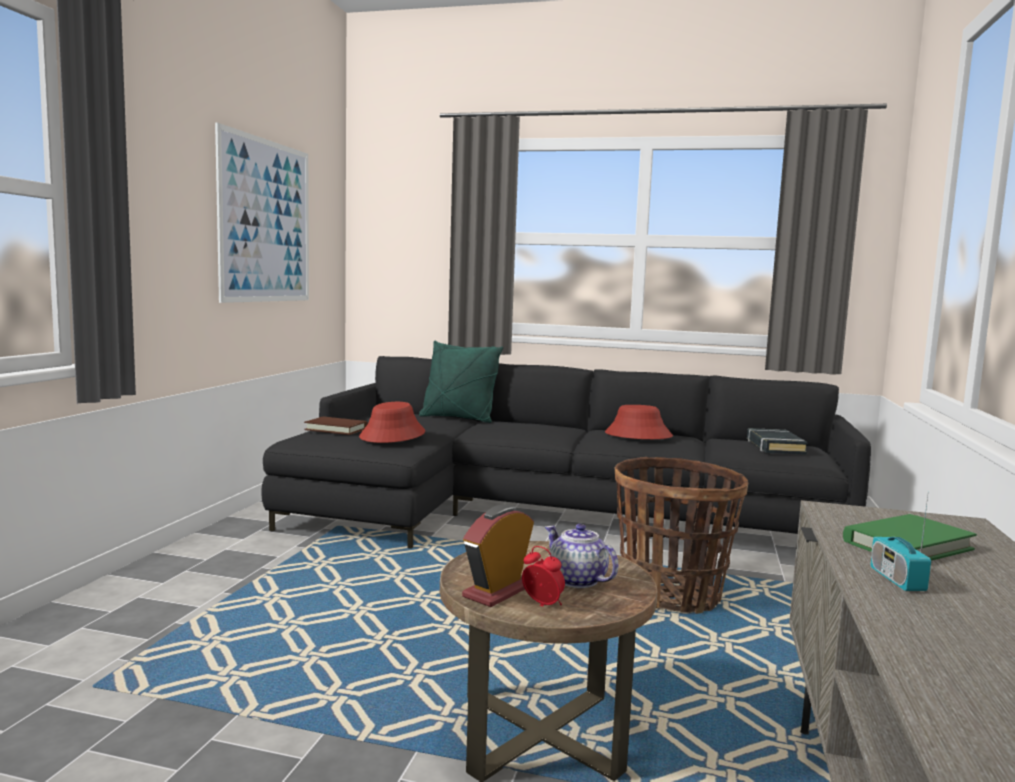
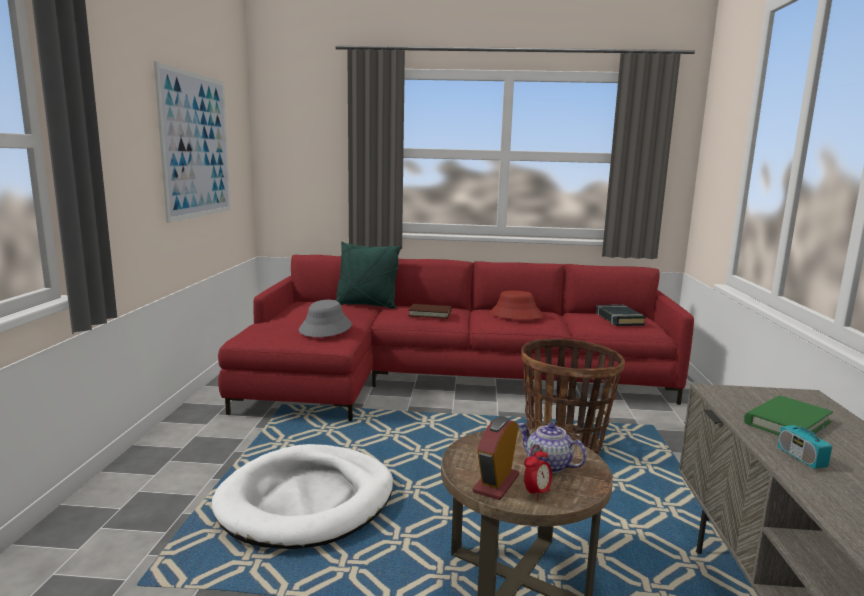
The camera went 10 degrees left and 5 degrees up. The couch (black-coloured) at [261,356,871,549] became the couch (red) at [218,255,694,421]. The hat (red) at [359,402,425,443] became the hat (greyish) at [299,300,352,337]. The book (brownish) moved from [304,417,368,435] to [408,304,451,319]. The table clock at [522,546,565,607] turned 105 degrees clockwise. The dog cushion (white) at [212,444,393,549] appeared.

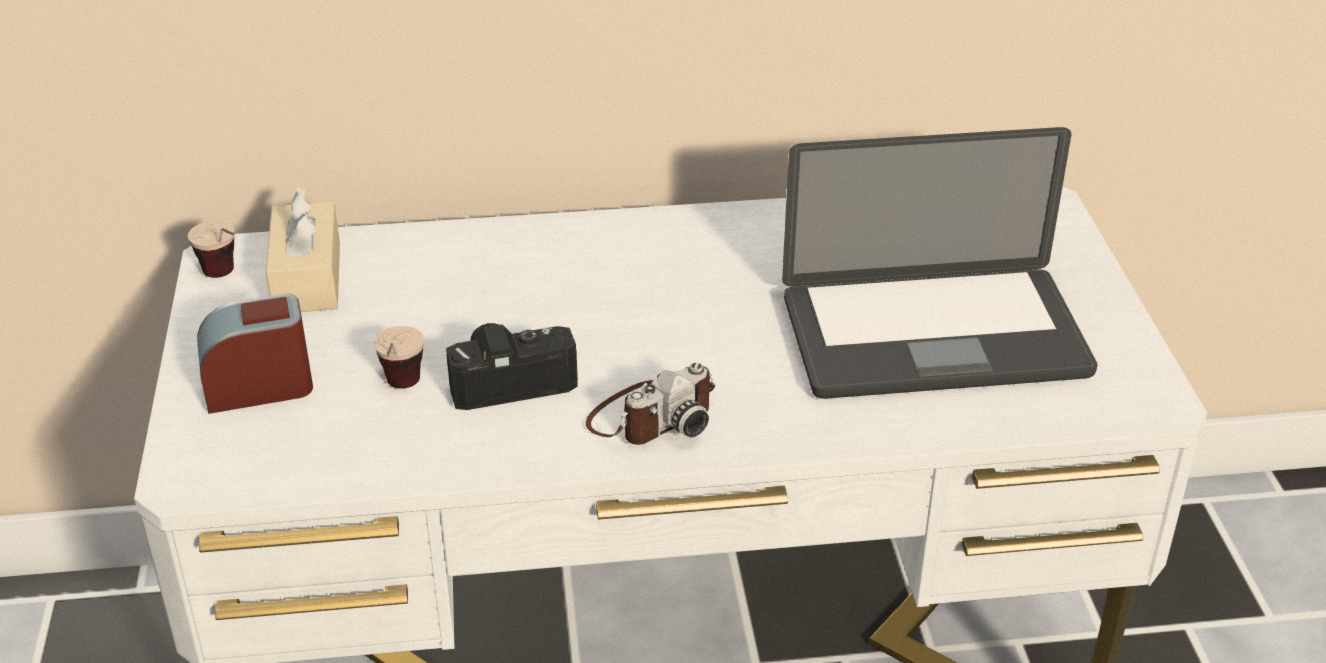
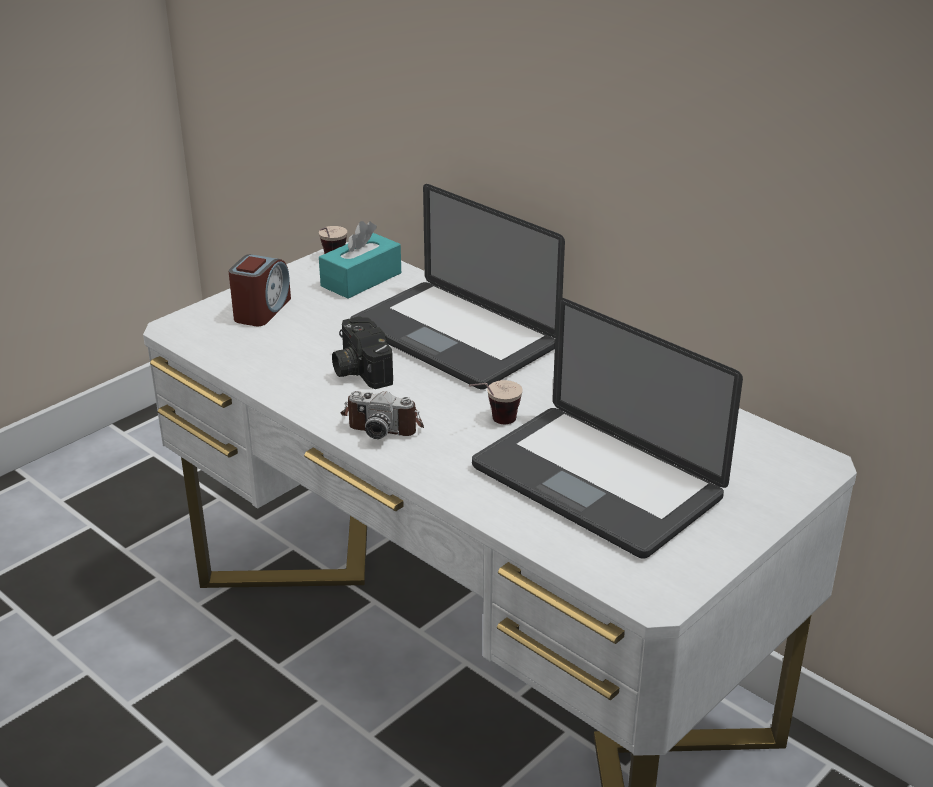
The camera went 50 degrees right and 5 degrees down. The tissue holder (beige) at [265,188,340,312] became the tissue holder (turquoise) at [319,221,401,299]. The table clock at [197,293,313,414] turned 75 degrees clockwise. The still camera at [446,323,578,410] turned 150 degrees counterclockwise. The small cup moved from [374,326,424,389] to [469,380,523,424]. The portable computer at [351,184,565,390] appeared.

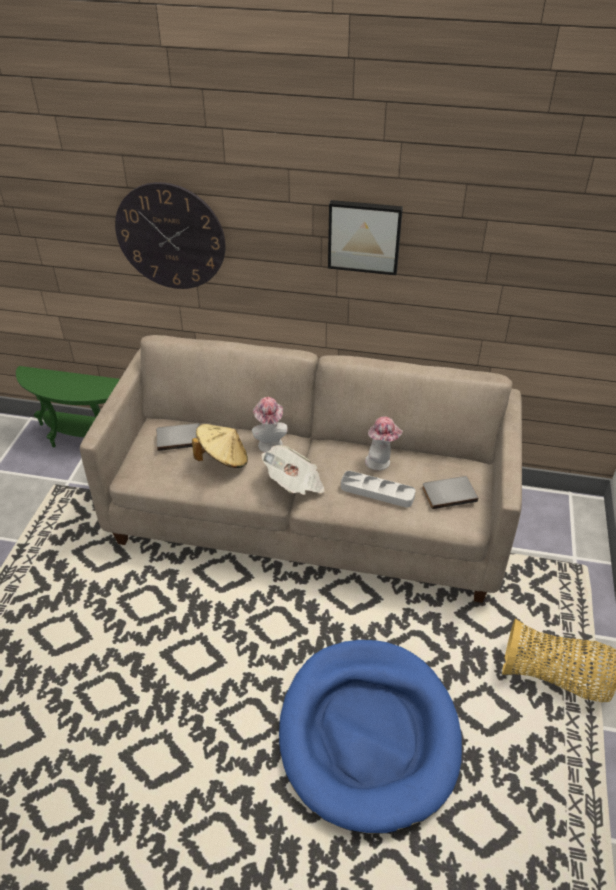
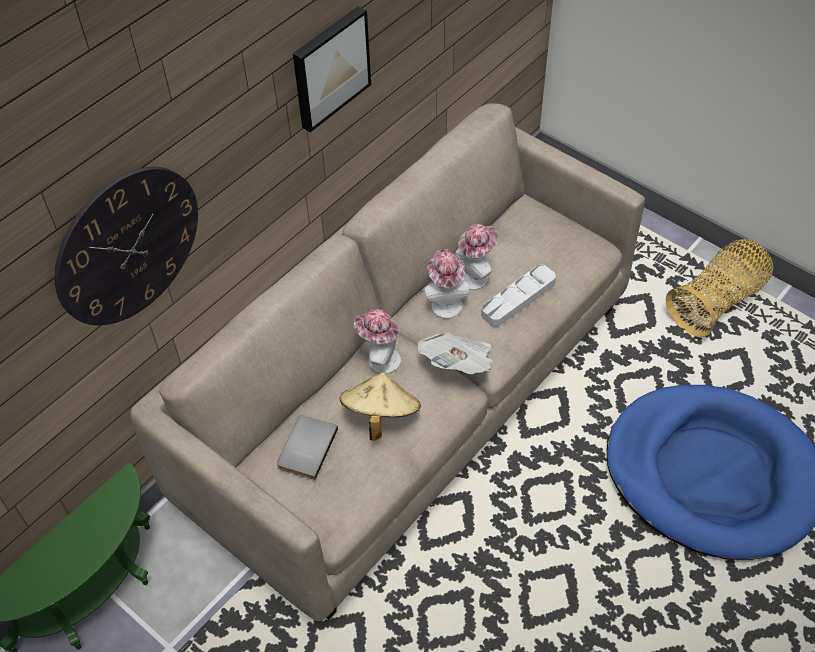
The camera went 60 degrees left and 10 degrees up. The book (greyish) at [422,476,478,509] disappeared. The hat at [424,249,470,319] appeared.

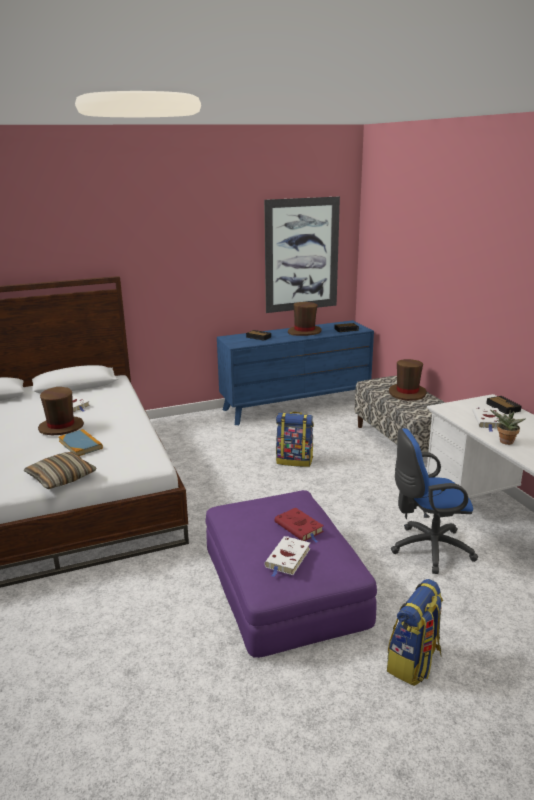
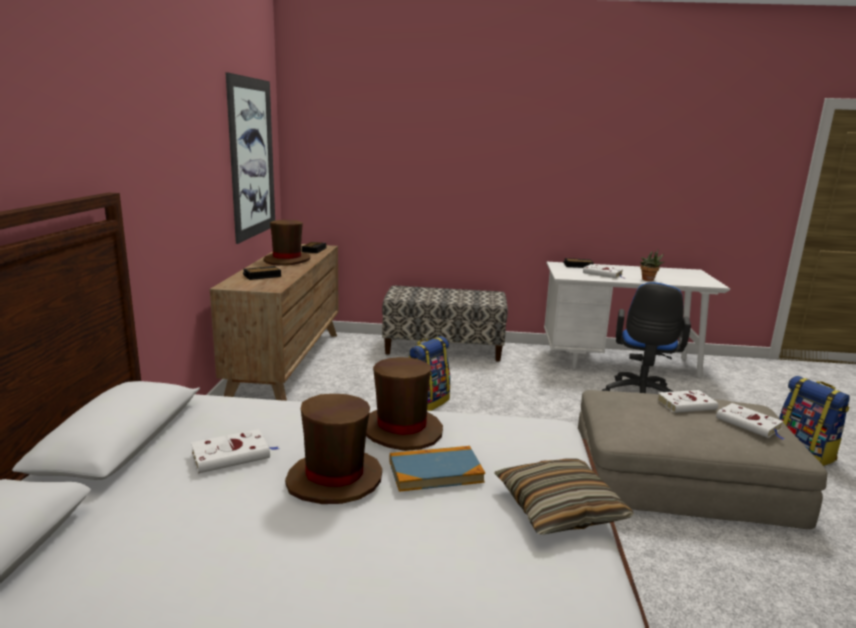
The camera went 65 degrees left and 5 degrees down. The chest of drawers (bluish) at [217,320,374,425] became the chest of drawers (brownish) at [210,244,339,401]. The hat (brownish) moved from [389,359,427,401] to [366,357,443,451]. The ottoman (purple) at [205,490,377,658] became the ottoman (beige) at [578,390,827,529]. The book (red) at [275,508,324,542] became the book (white) at [657,390,718,413].

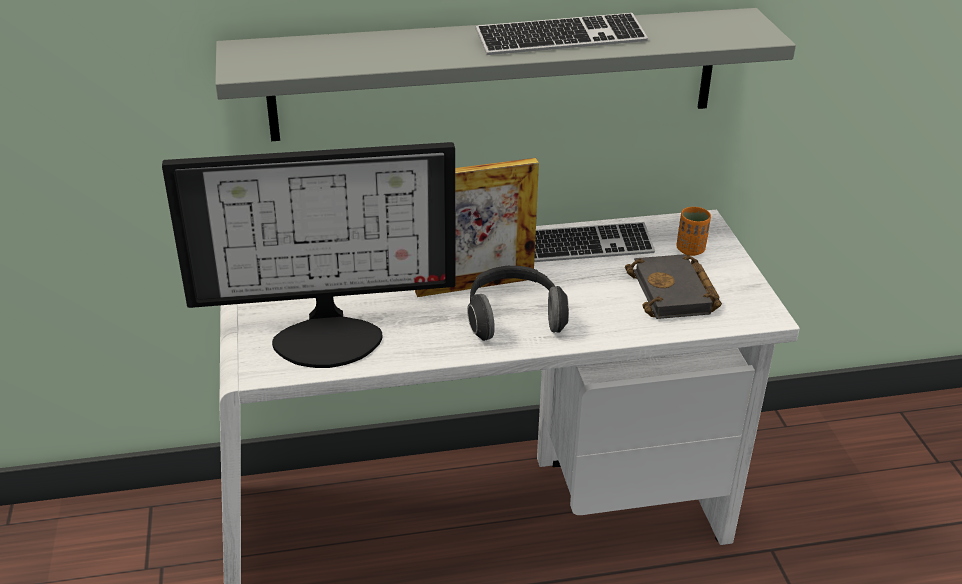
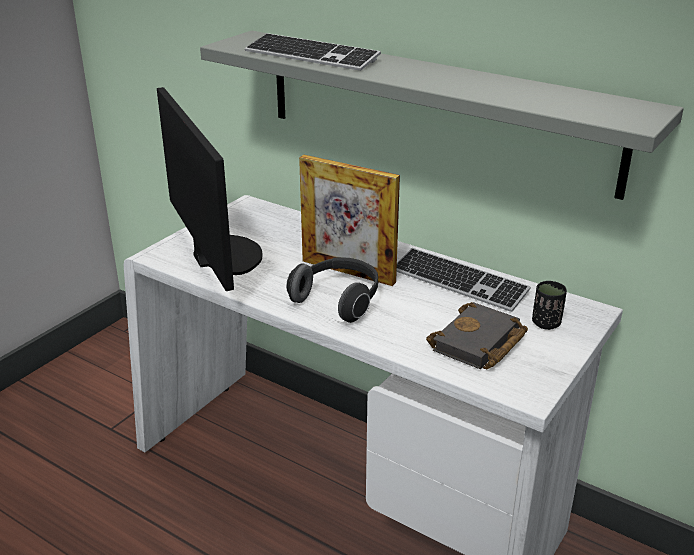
The camera went 45 degrees right and 5 degrees down. The keyboard moved from [476,13,648,55] to [245,33,381,71]. The monitor at [162,142,456,368] turned 150 degrees counterclockwise. The small cup (orange-coloured) at [676,207,711,256] became the small cup (black-coloured) at [532,281,567,330].

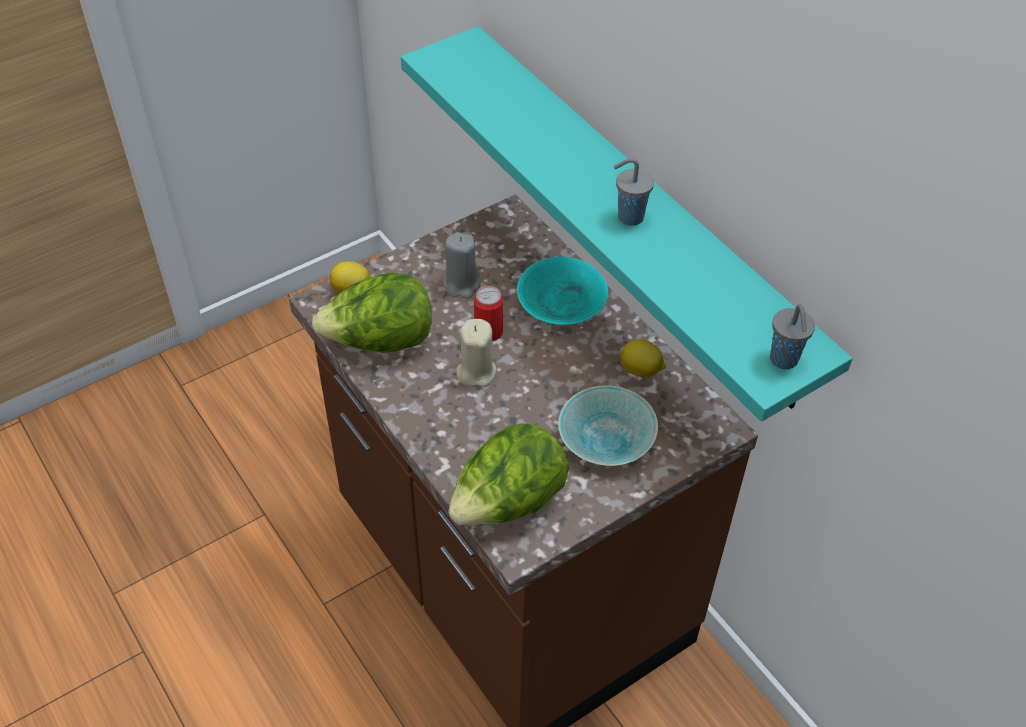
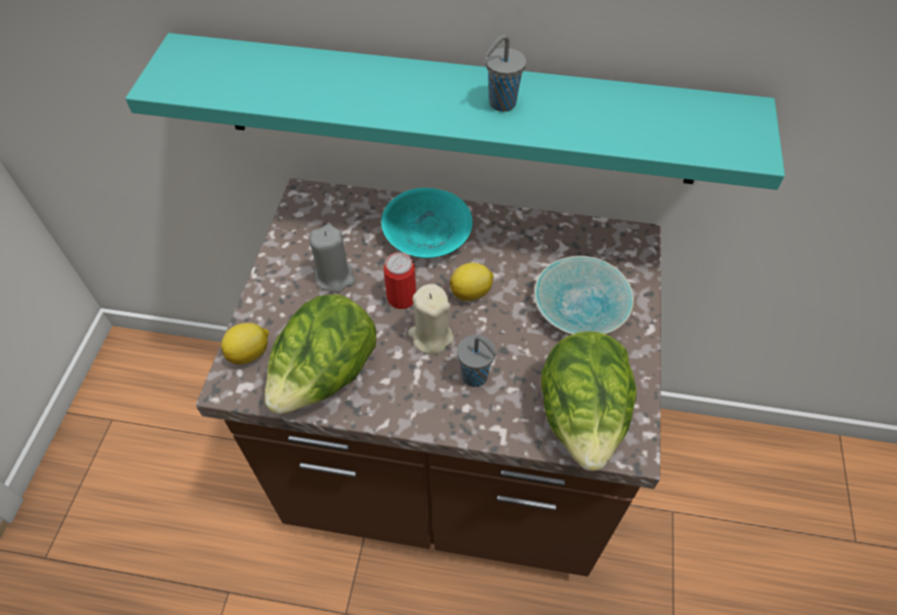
The camera went 45 degrees left and 5 degrees up. The small cup (greyish) moved from [770,304,815,369] to [457,335,497,387]. The lemon moved from [620,339,666,377] to [450,263,494,301].

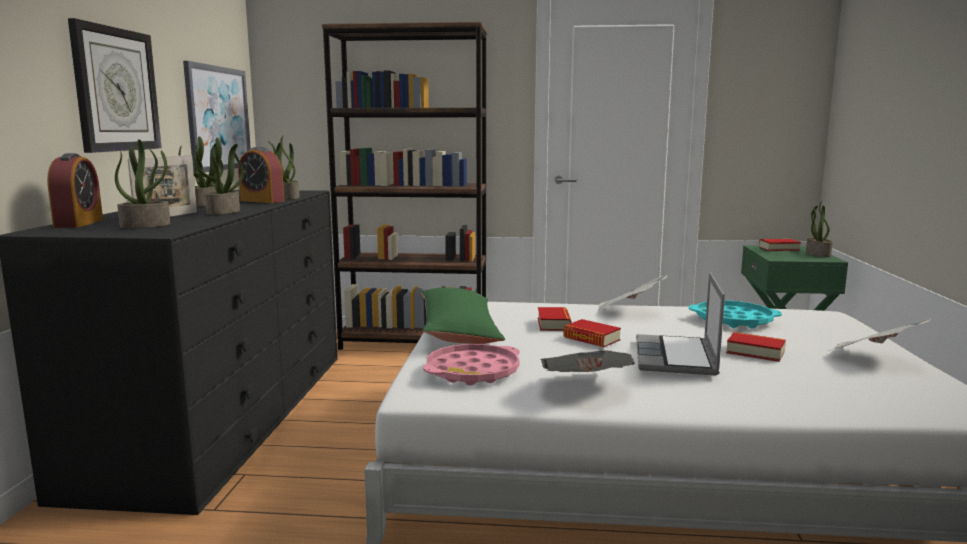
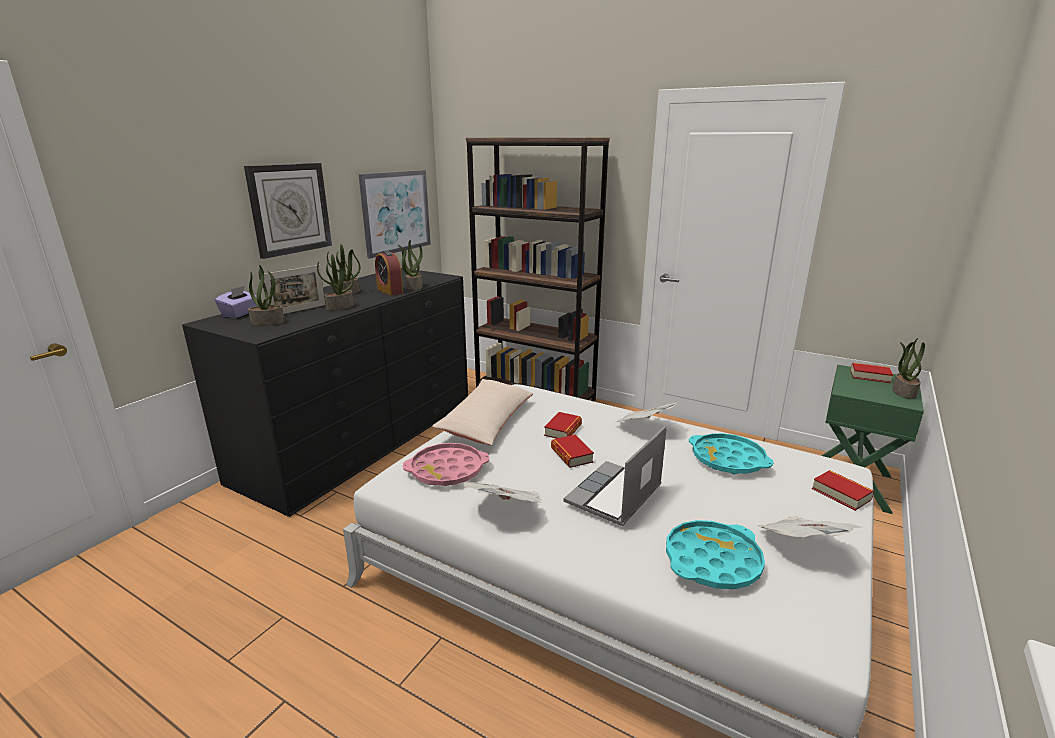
The camera went 25 degrees right and 10 degrees up. The table clock at [47,153,103,228] was replaced by the tissue holder (purple) at [215,286,257,318]. The pillow (greenish) at [421,287,505,344] became the pillow (beige) at [432,379,533,446]. The book moved from [726,332,786,362] to [812,470,874,511]. The carrying tray (turquoise) at [666,520,765,589] appeared.

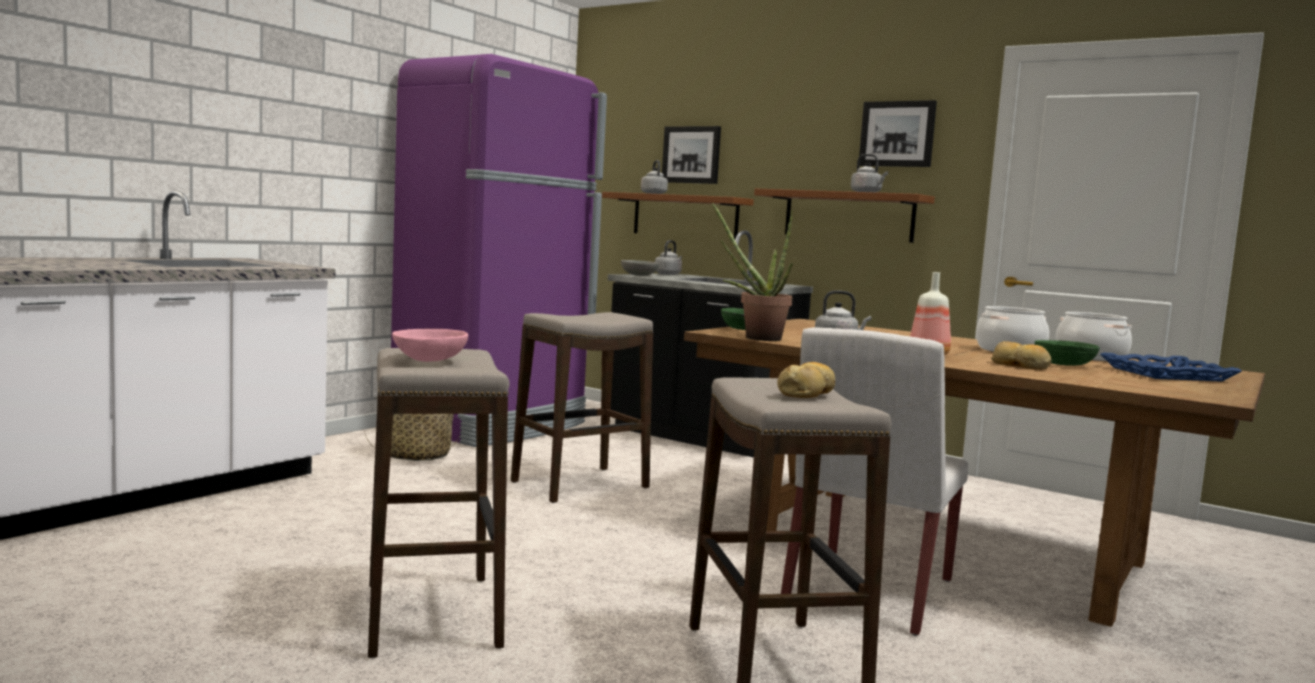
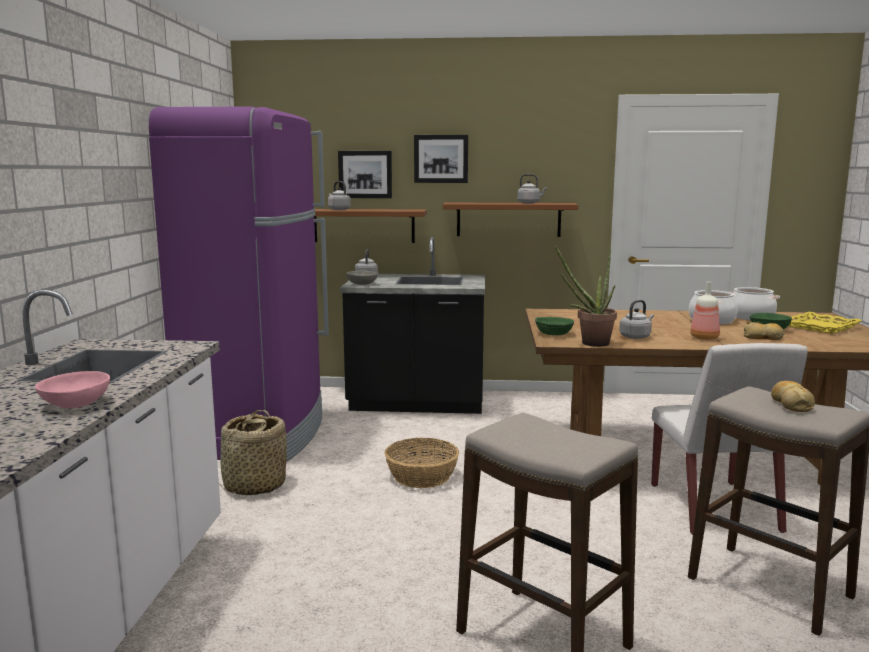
The camera went 30 degrees left and 5 degrees up. The wall art moved from [859,100,937,167] to [414,135,468,183]. The stool at [511,312,653,503] was replaced by the household basket at [384,438,459,488]. The serving bowl (pinkish) moved from [392,329,468,362] to [35,371,110,409]. The carrying tray (bluish) at [1100,353,1242,382] became the carrying tray (yellow) at [788,312,862,334].

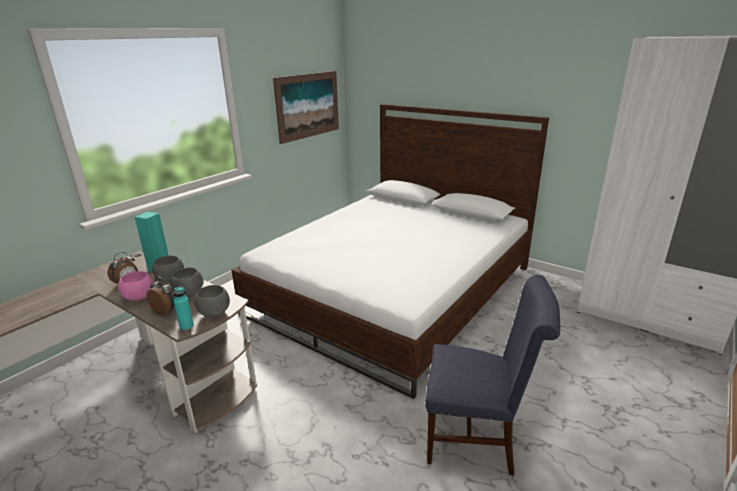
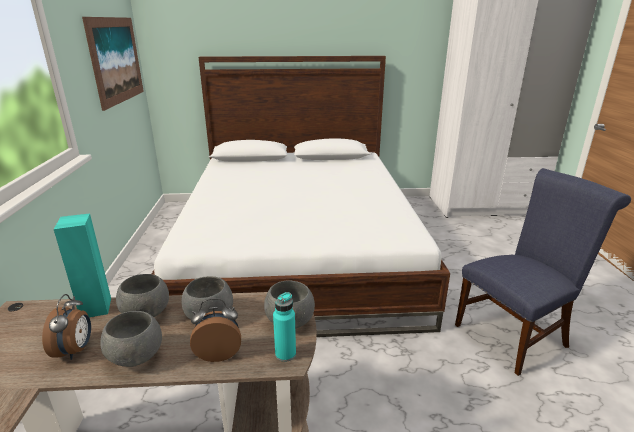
The camera went 40 degrees left and 0 degrees up. The serving bowl (pinkish) at [118,271,153,301] became the serving bowl (greyish) at [100,311,162,367].

